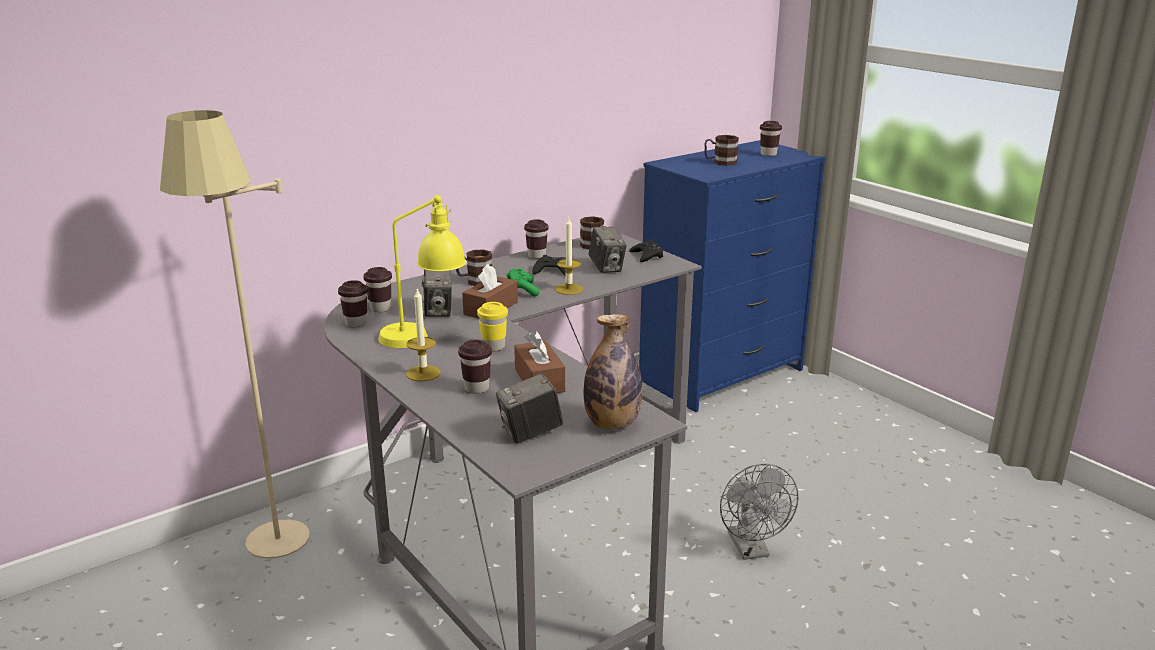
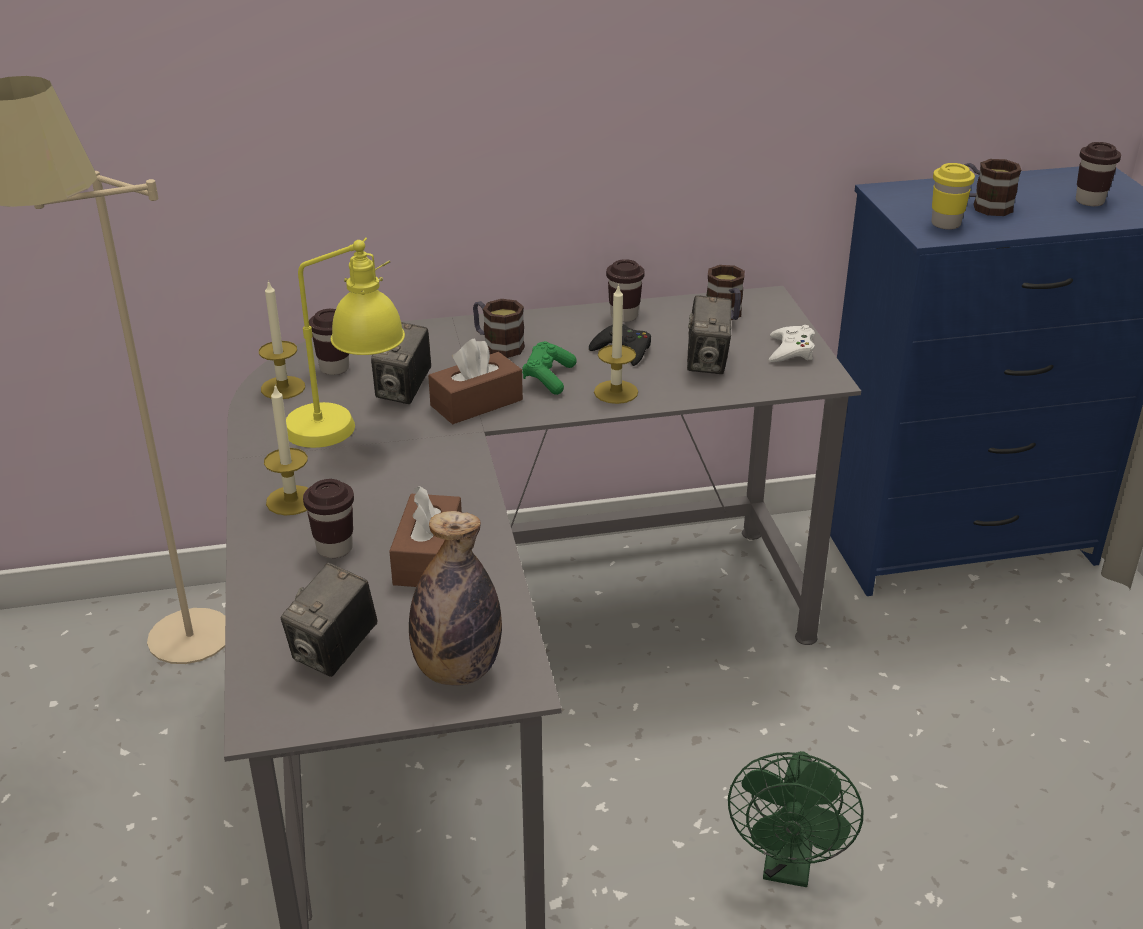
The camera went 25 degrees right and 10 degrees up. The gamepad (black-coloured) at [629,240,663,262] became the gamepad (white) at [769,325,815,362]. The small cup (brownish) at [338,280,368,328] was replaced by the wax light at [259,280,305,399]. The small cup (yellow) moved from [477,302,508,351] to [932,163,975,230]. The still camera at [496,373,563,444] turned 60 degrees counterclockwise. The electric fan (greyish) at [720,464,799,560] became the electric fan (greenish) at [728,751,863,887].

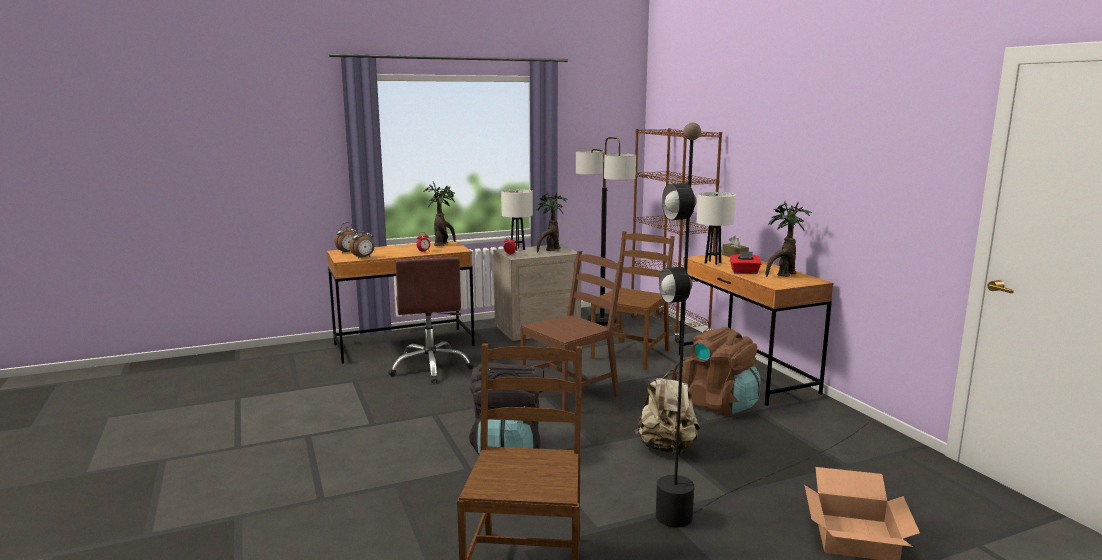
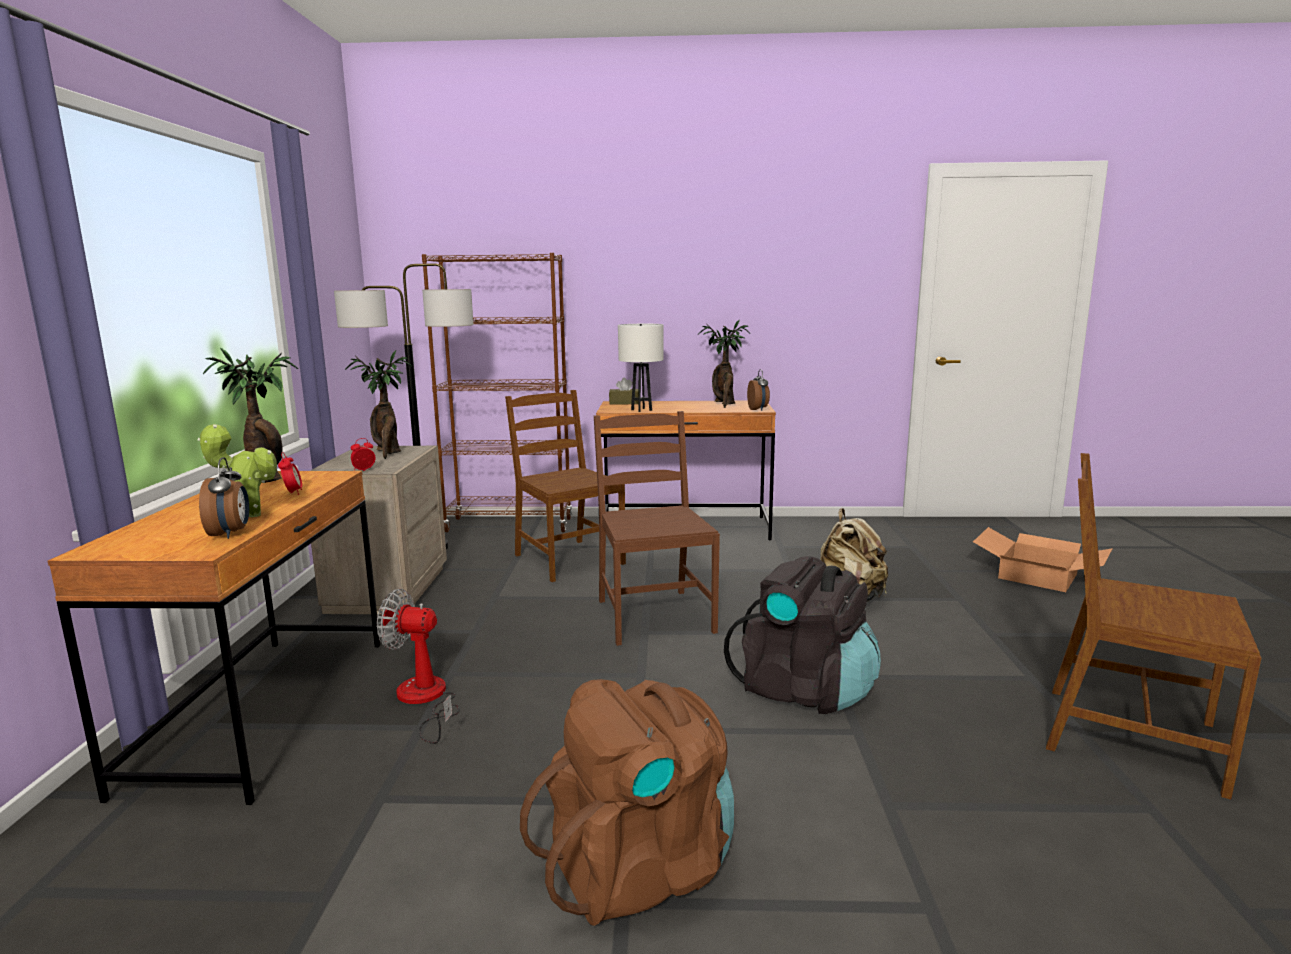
The camera went 65 degrees left and 0 degrees up. The floor lamp (black-coloured) at [656,122,870,528] disappeared. The lamp for a table (white) at [501,189,533,251] disappeared. The table clock moved from [334,222,358,253] to [747,369,770,411]. The tissue holder (red) at [730,251,761,274] disappeared. The computer chair (brownish) at [388,257,474,383] was replaced by the electric fan at [377,589,460,744]. The backpack (brownish) moved from [672,327,761,416] to [520,679,734,926]. The potted plant at [197,424,277,517] appeared.

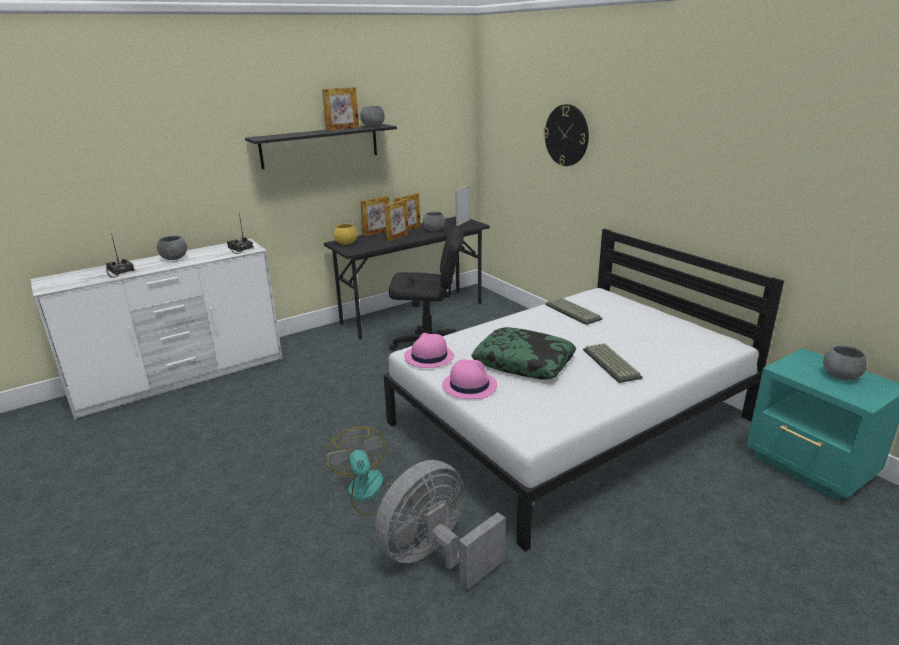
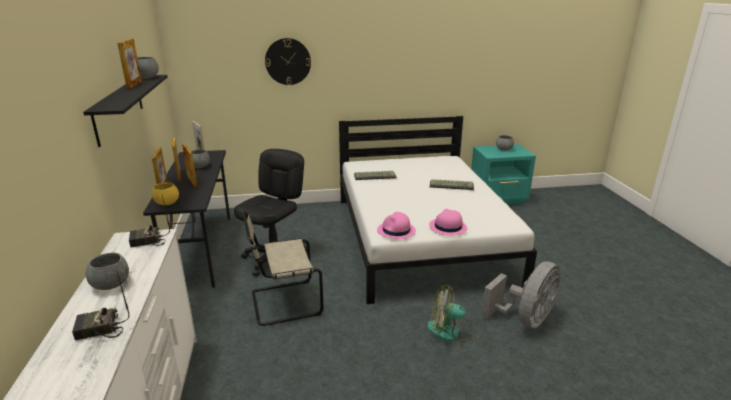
The camera went 65 degrees left and 0 degrees up. The pillow at [471,327,576,380] disappeared. The electric fan (greyish) at [375,460,505,590] turned 120 degrees counterclockwise. The plain chair (beige) at [243,211,324,326] appeared.

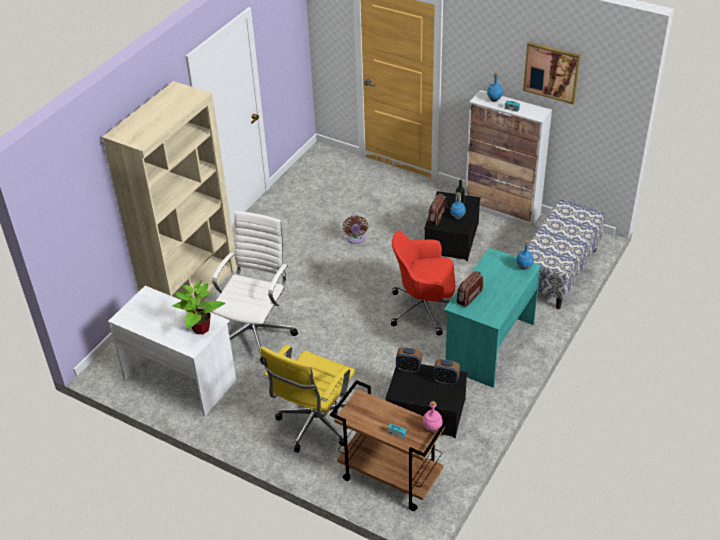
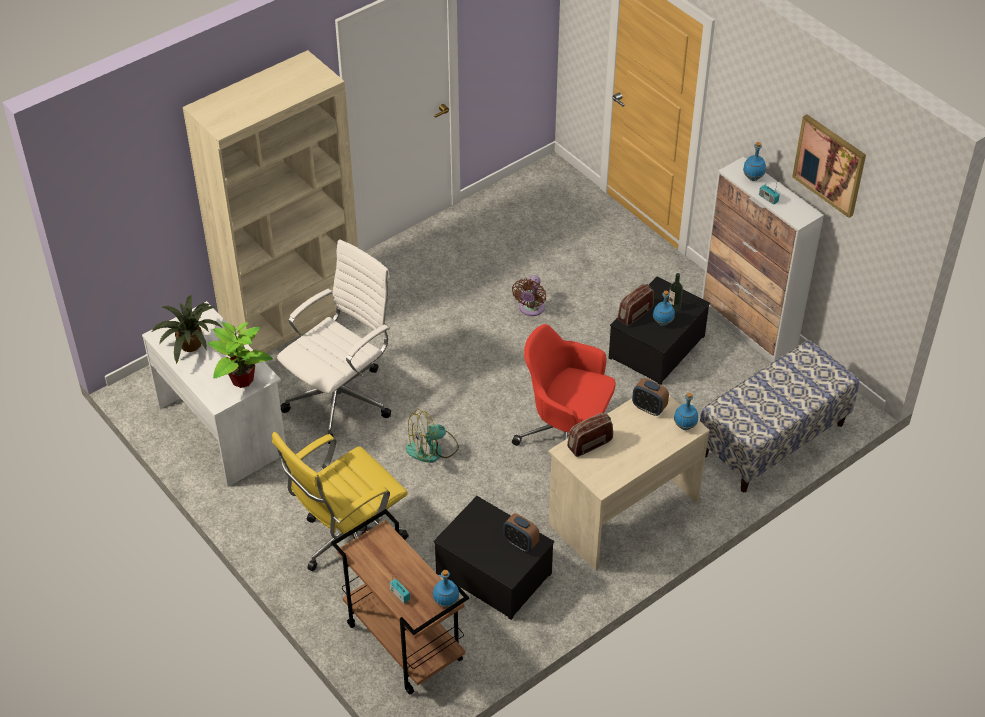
The camera went 20 degrees right and 5 degrees up. The desk table (turquoise) at [444,248,541,388] became the desk table (beige) at [548,395,710,571]. The table clock moved from [396,347,422,373] to [632,378,669,416]. The beverage bottle (pinkish) at [422,401,443,432] became the beverage bottle (bluish) at [433,570,459,607]. The potted plant at [151,295,221,364] appeared. The electric fan at [406,409,459,463] appeared.

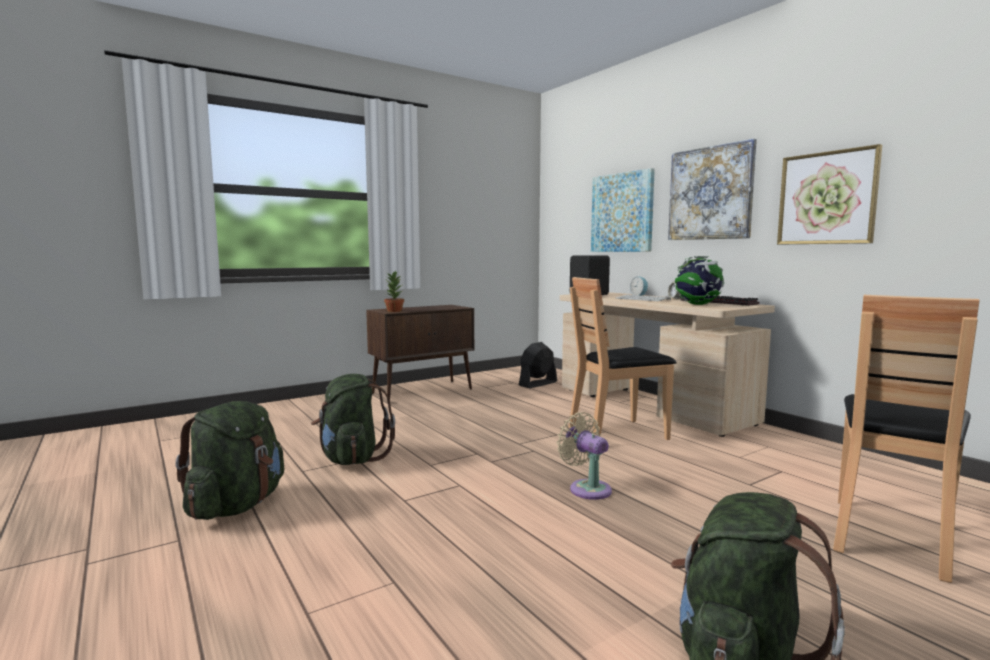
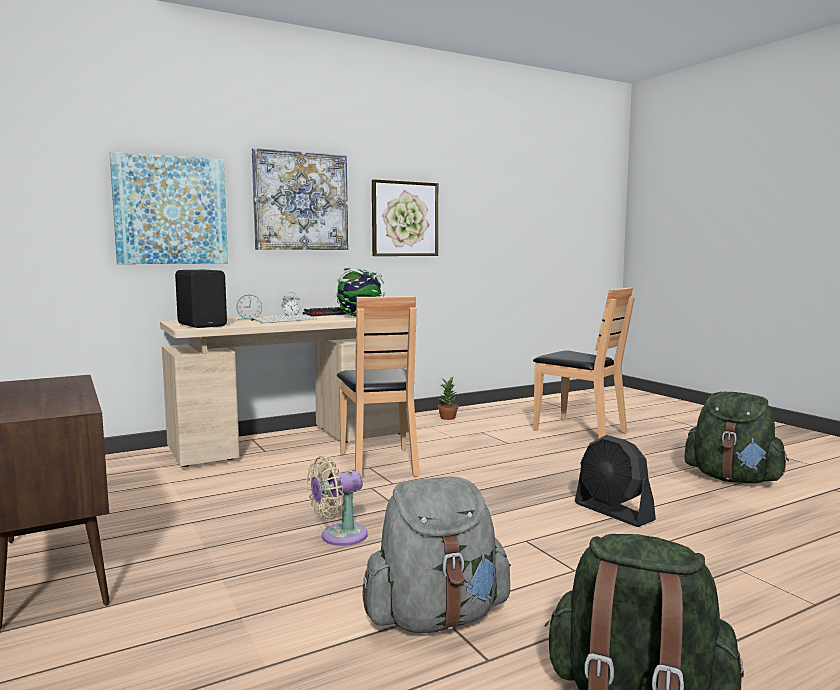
The camera went 85 degrees left and 0 degrees up. The potted plant moved from [384,271,404,312] to [438,376,458,420]. The electric fan (black-coloured) moved from [519,342,557,388] to [575,435,656,527]. The backpack (greenish) at [311,374,395,465] became the backpack (greyish) at [362,476,511,633]. The electric fan (beige) moved from [557,412,612,500] to [307,456,368,546].

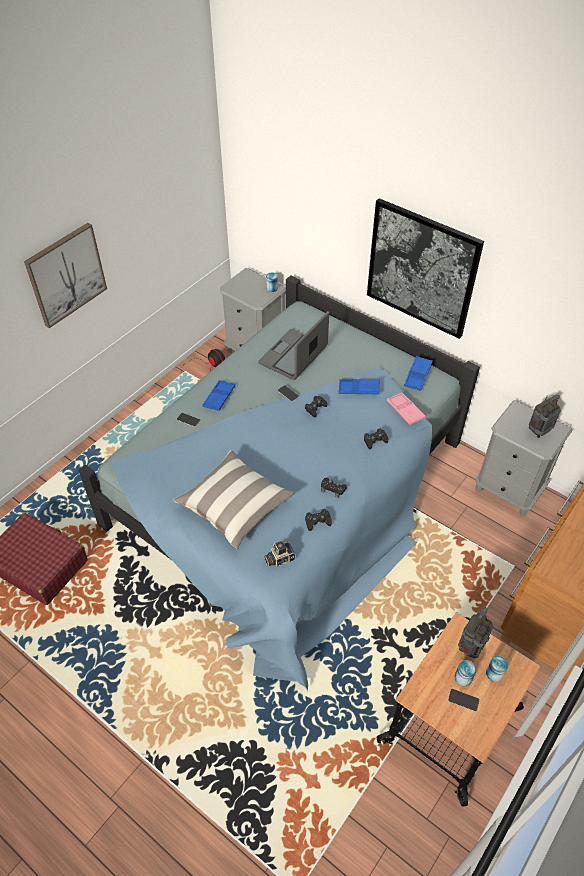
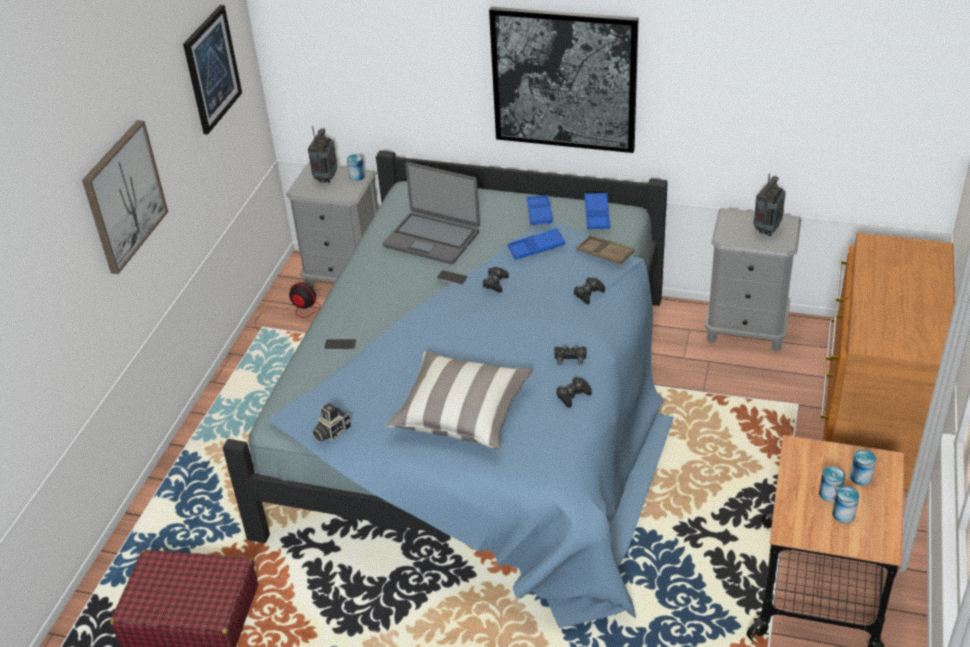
The camera went 20 degrees left and 10 degrees down. The portable computer at [258,311,329,380] turned 75 degrees counterclockwise. The carrying tray (bluish) moved from [203,380,235,411] to [526,194,553,225]. The carrying tray (pinkish) at [387,392,425,425] became the carrying tray (brownish) at [577,235,634,264]. The still camera moved from [264,541,296,567] to [312,403,351,442]. The radio receiver moved from [458,607,494,659] to [308,126,337,183]. The telephone at [448,689,480,712] was replaced by the sealed can at [832,486,859,523]. The wall art at [183,5,242,135] appeared.

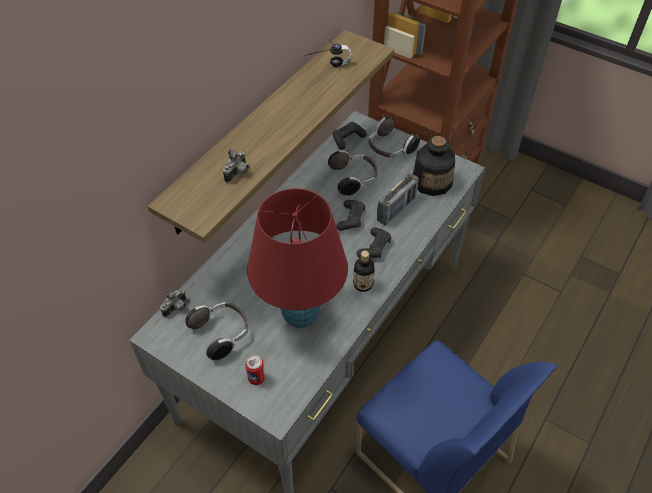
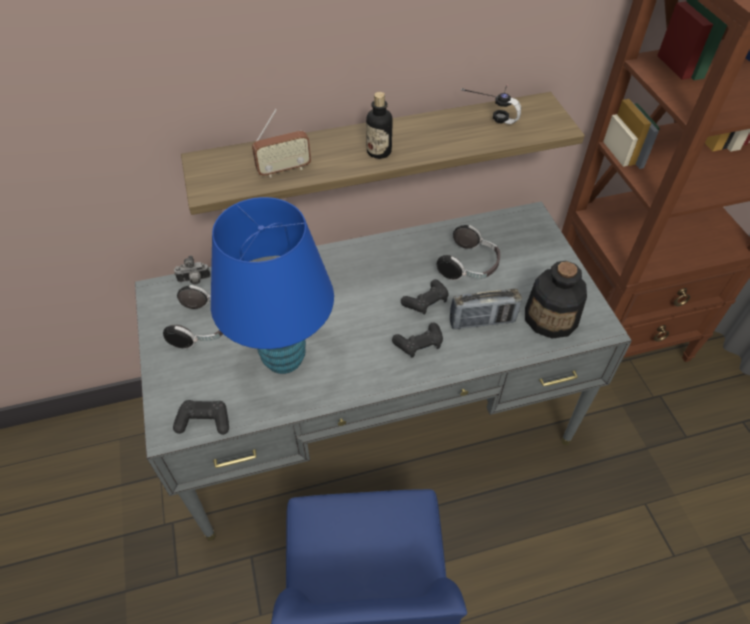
The camera went 40 degrees right and 0 degrees up. The headphones at [368,117,420,158] disappeared. The gamepad (black-coloured) moved from [332,122,367,150] to [173,400,229,435]. The still camera at [223,149,249,183] was replaced by the radio receiver at [252,109,311,178]. The lamp for a table (red) at [247,188,348,328] became the lamp for a table (bluish) at [211,197,334,374]. The beverage bottle moved from [353,251,375,292] to [366,92,393,159]. The sealed can at [245,355,266,385] disappeared.

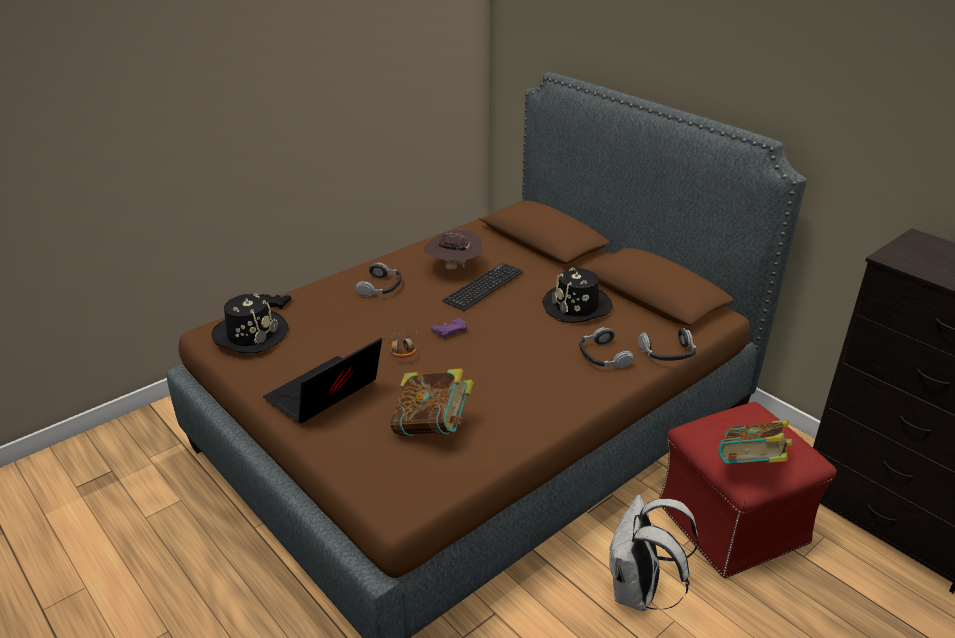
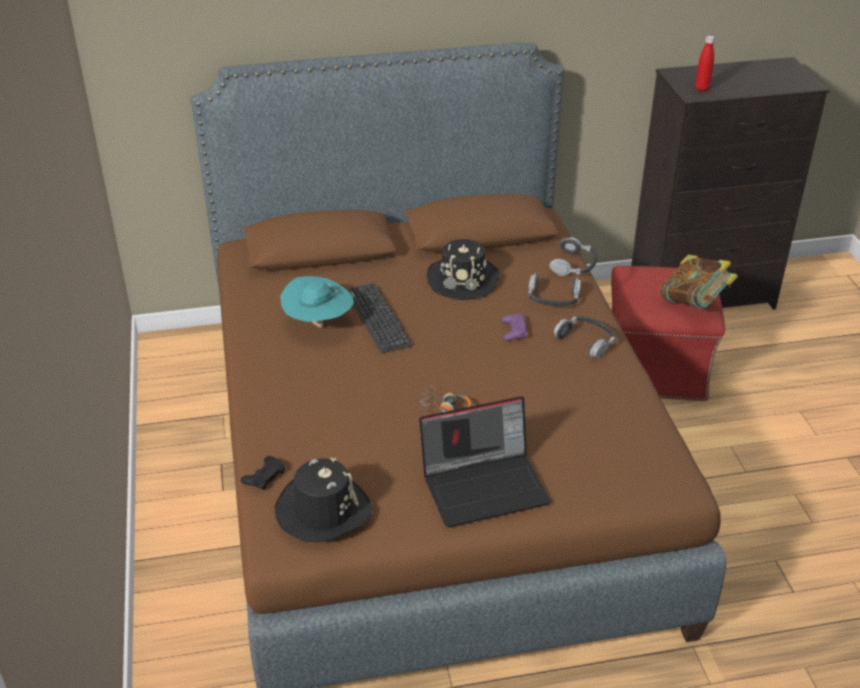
The camera went 60 degrees left and 5 degrees up. The hat (brownish) at [424,230,483,270] became the hat (turquoise) at [280,276,354,328]. The headphones moved from [355,262,402,297] to [554,316,616,358]. The gamepad (purple) moved from [431,318,467,339] to [502,314,528,341]. The portable computer at [263,338,382,424] turned 90 degrees counterclockwise. The book at [390,368,474,436] disappeared. The backpack (white) at [609,494,699,611] disappeared. The beverage bottle (red) at [695,36,715,92] appeared.

